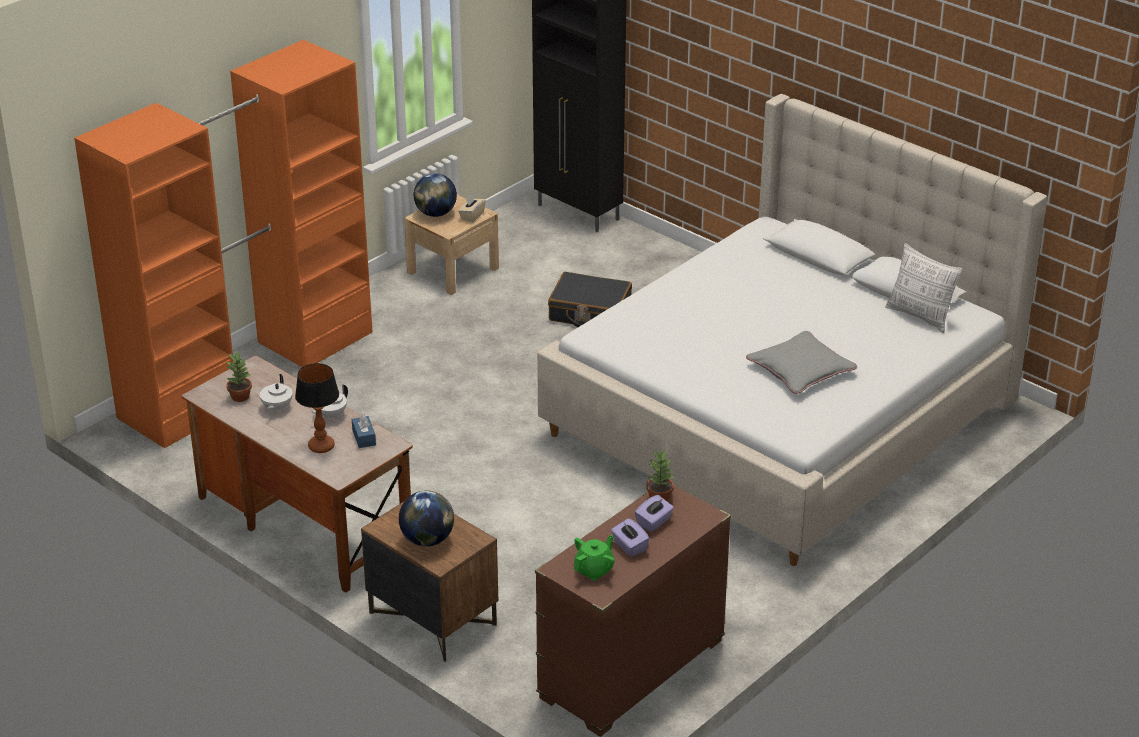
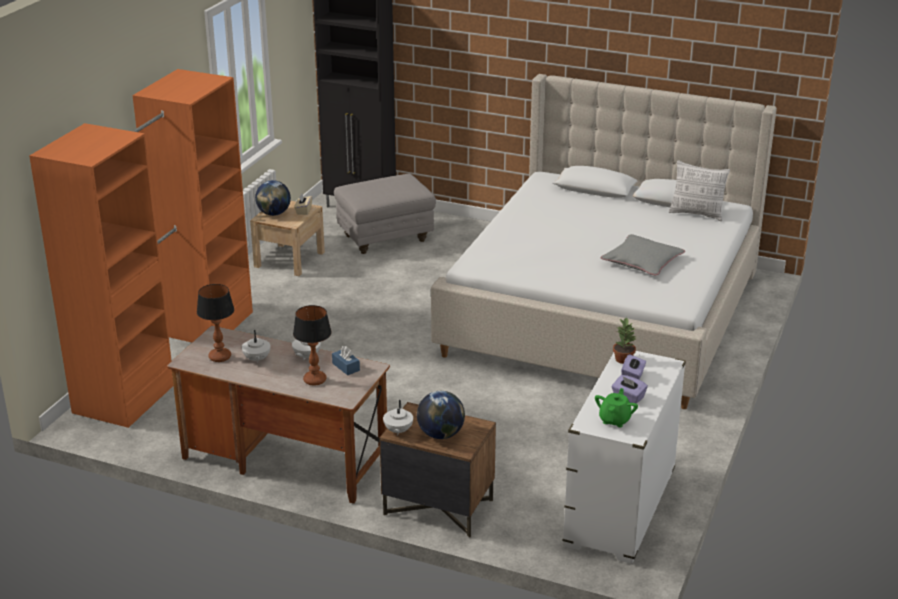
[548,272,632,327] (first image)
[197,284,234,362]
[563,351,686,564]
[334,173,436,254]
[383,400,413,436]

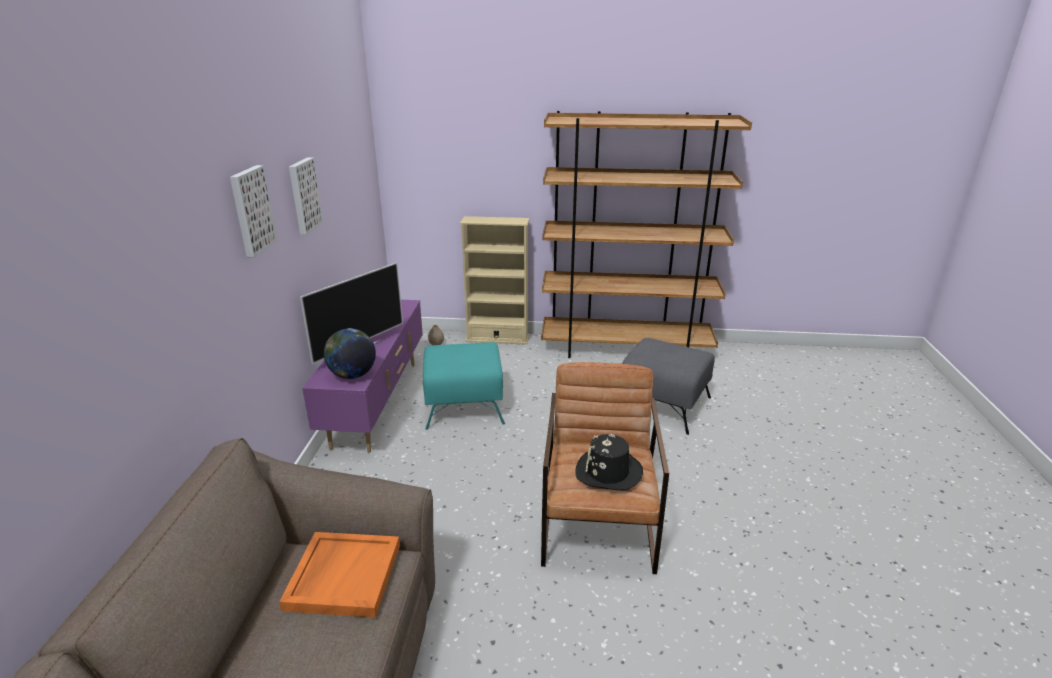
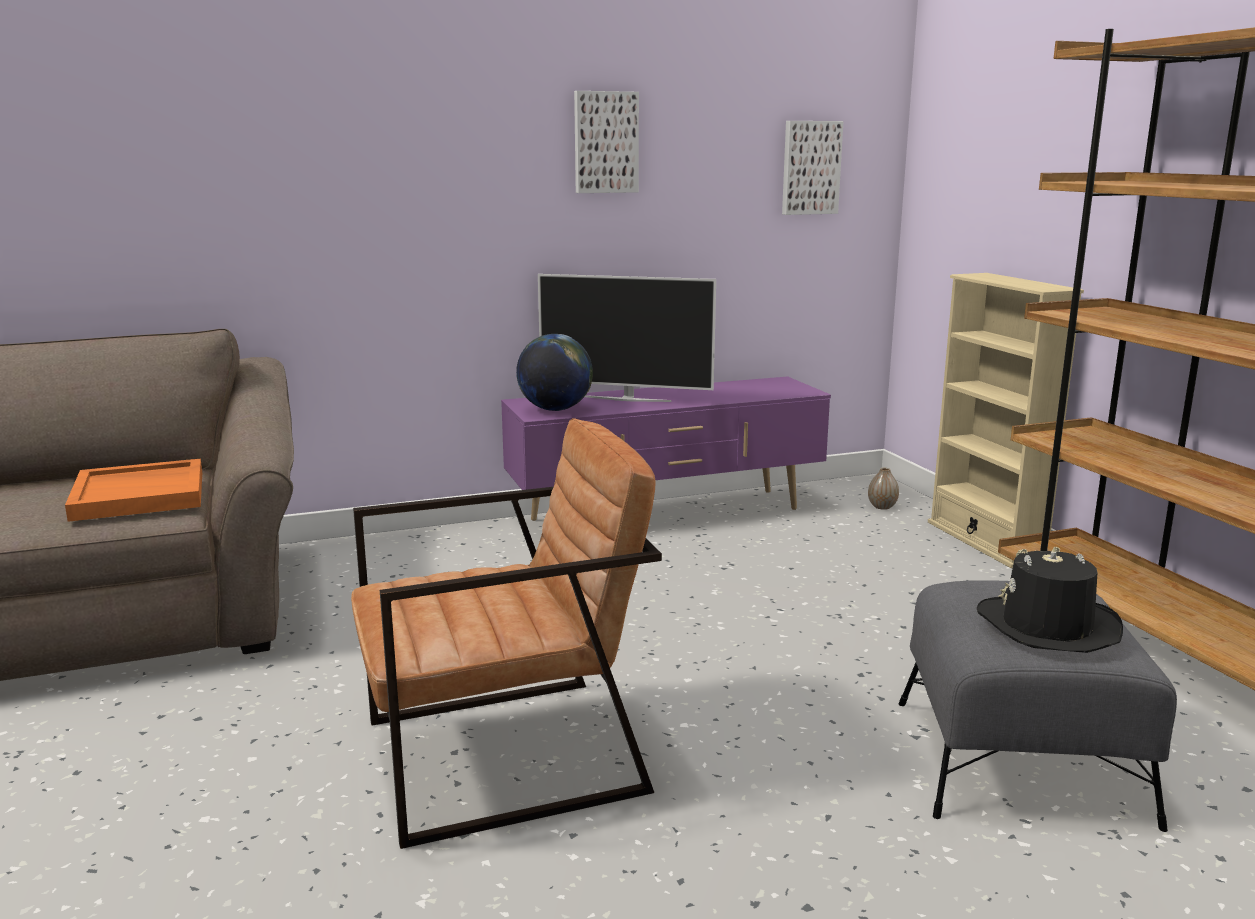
[782,121,844,215]
[423,342,505,430] (first image)
[977,546,1123,653]

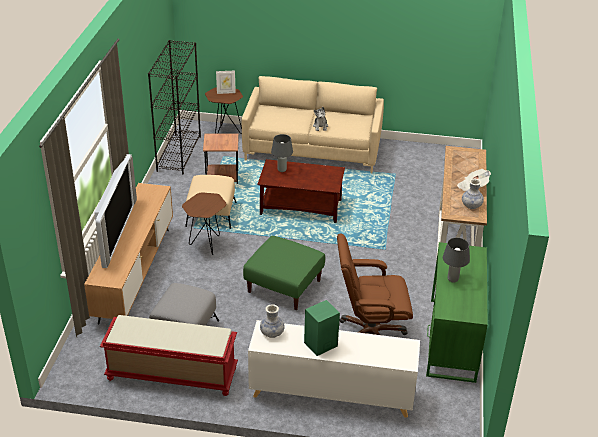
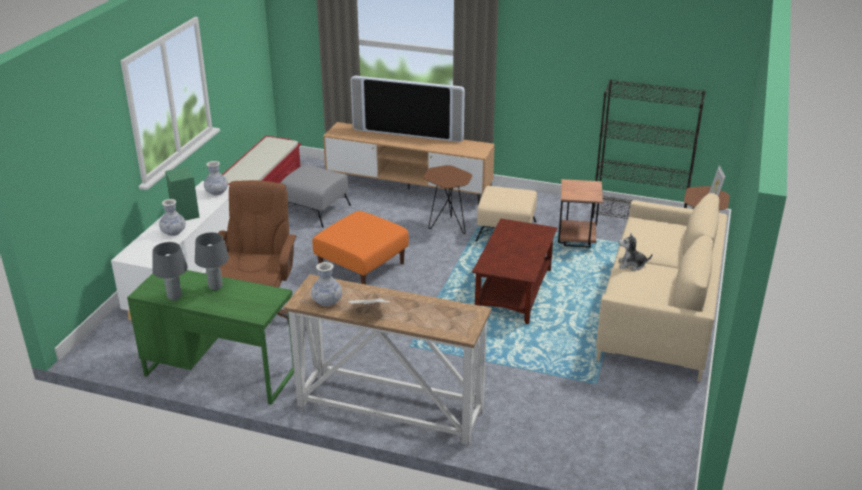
[152,242,187,301]
[312,211,409,284]
[159,199,186,236]

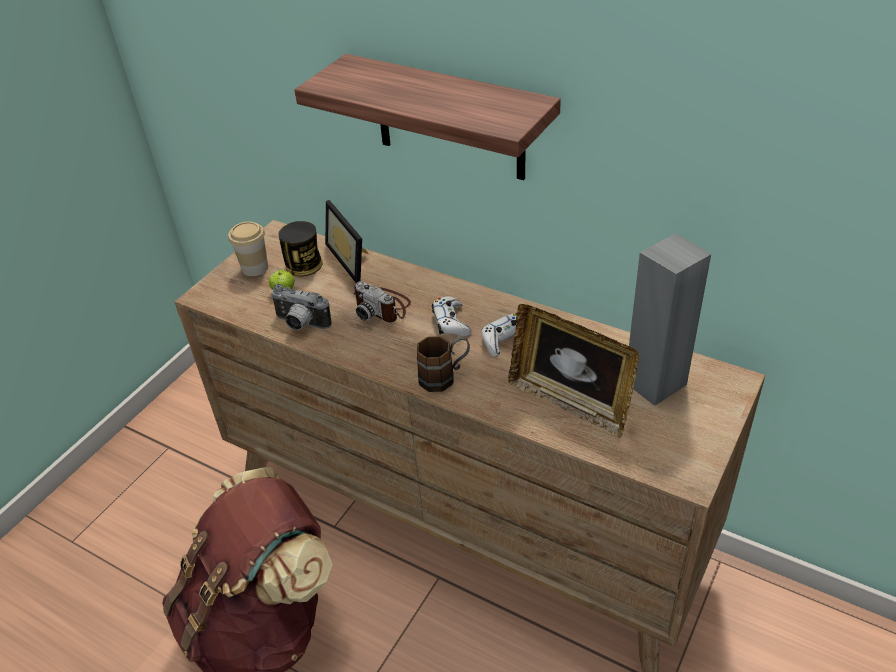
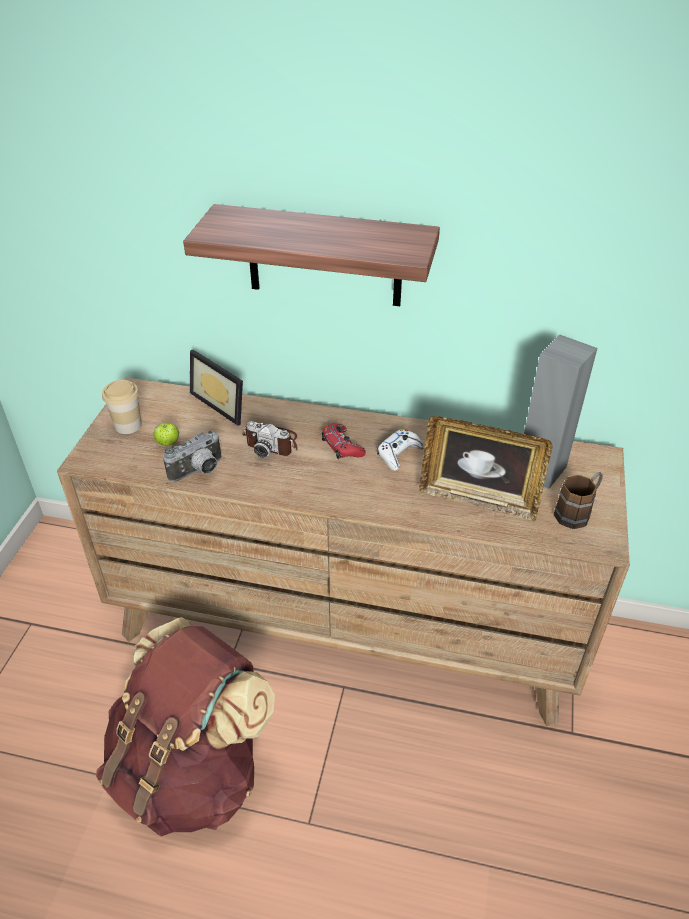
[279,221,323,276] (first image)
[163,431,222,482]
[322,423,366,459]
[554,472,603,529]

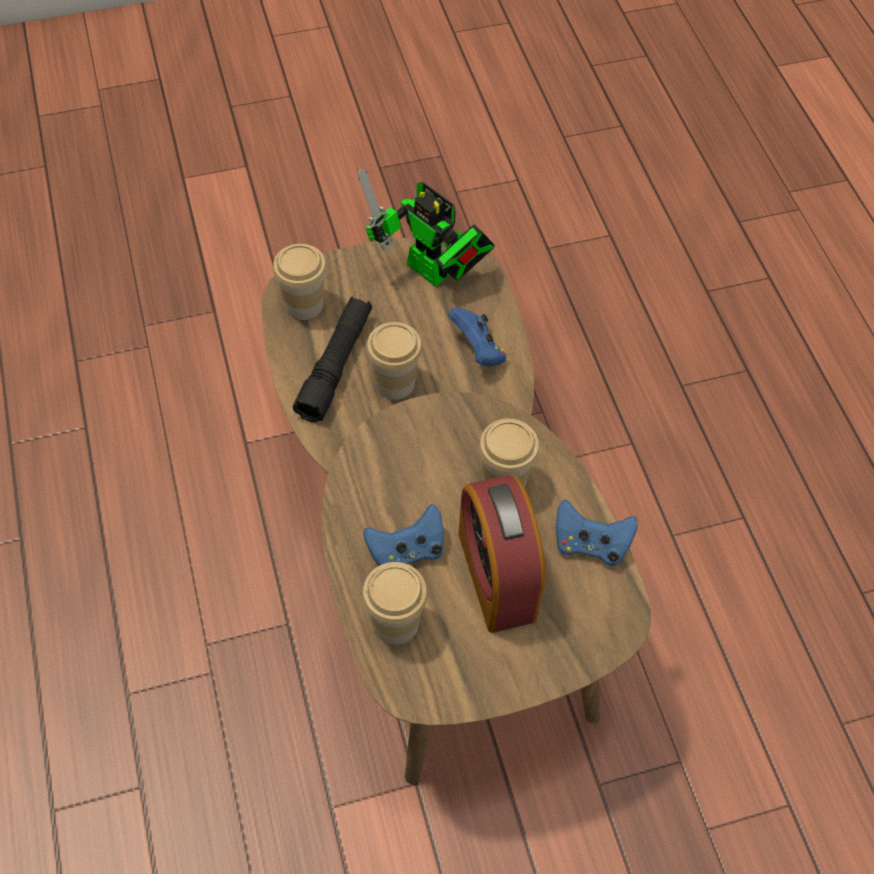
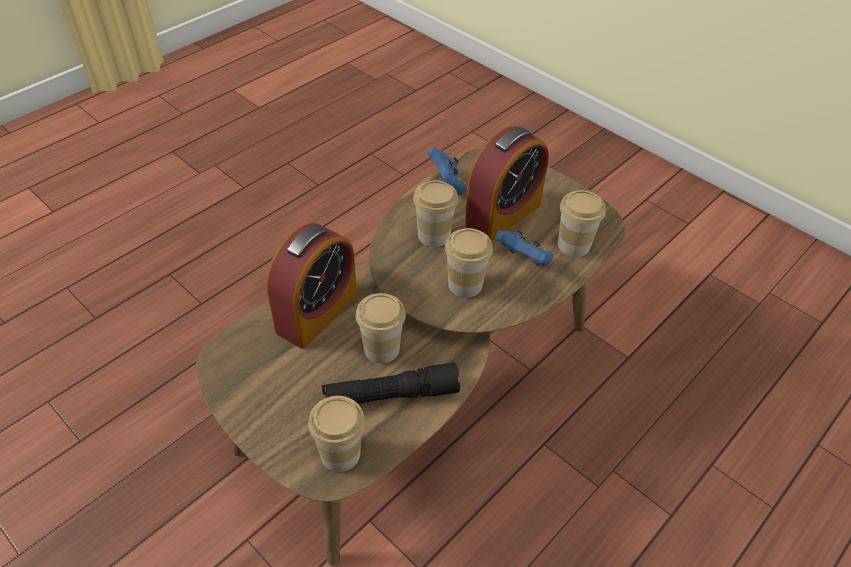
[358,168,495,287] (first image)
[266,223,357,349]
[445,228,493,298]

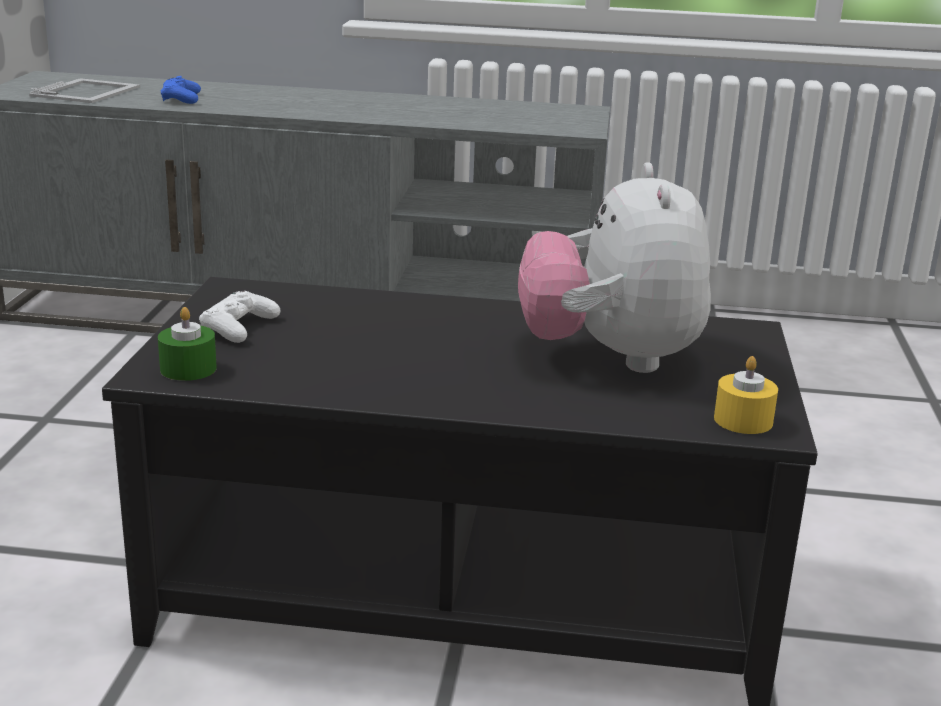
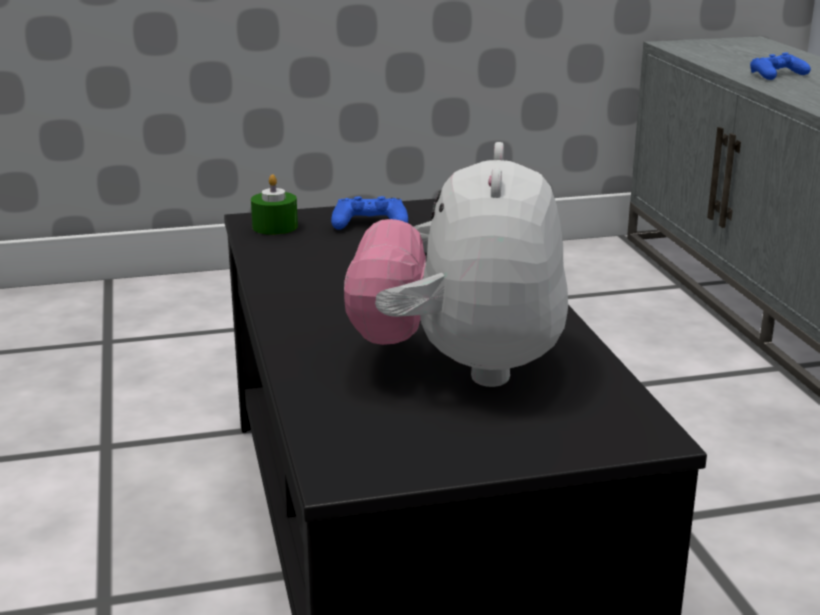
[29,78,140,103] (first image)
[344,142,568,387]
[331,196,408,230]
[714,356,778,434] (first image)

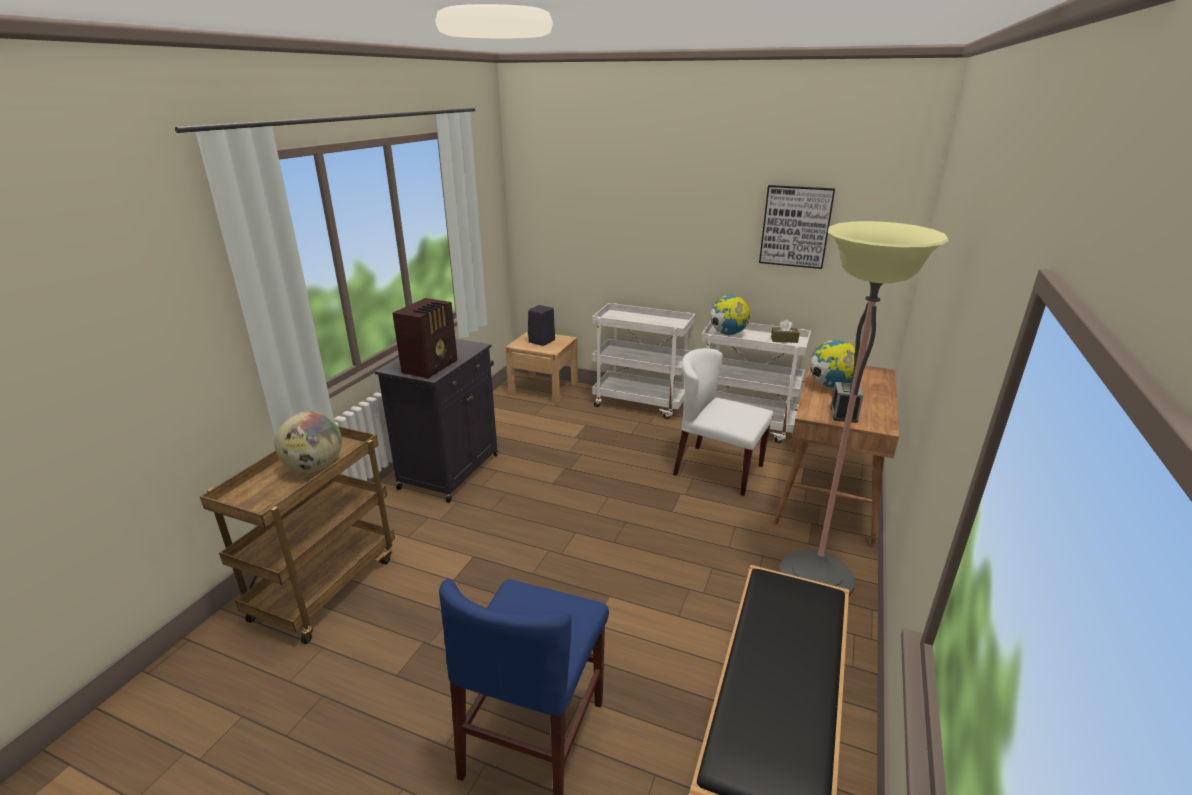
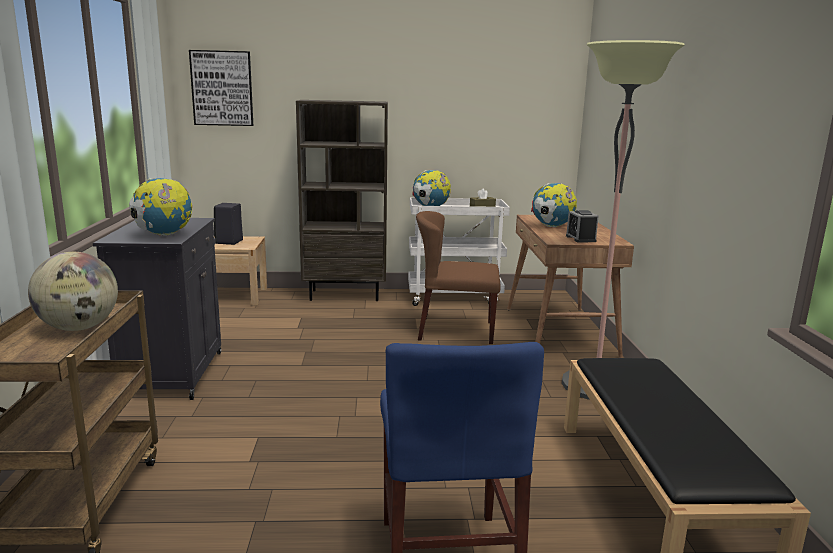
[189,50,253,126]
[129,178,192,236]
[296,100,388,301]
[416,211,501,344]

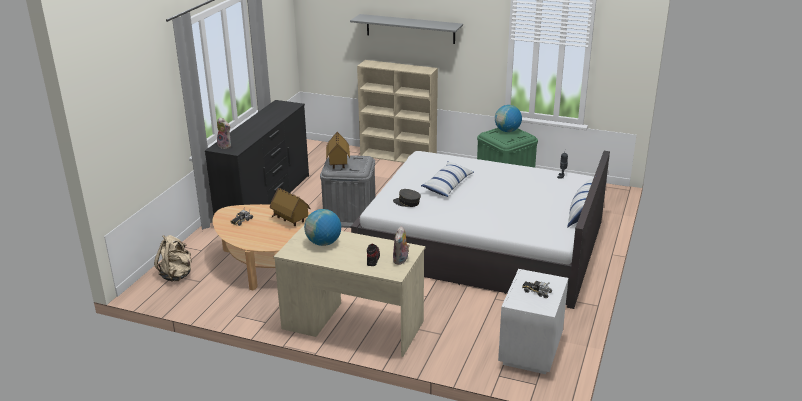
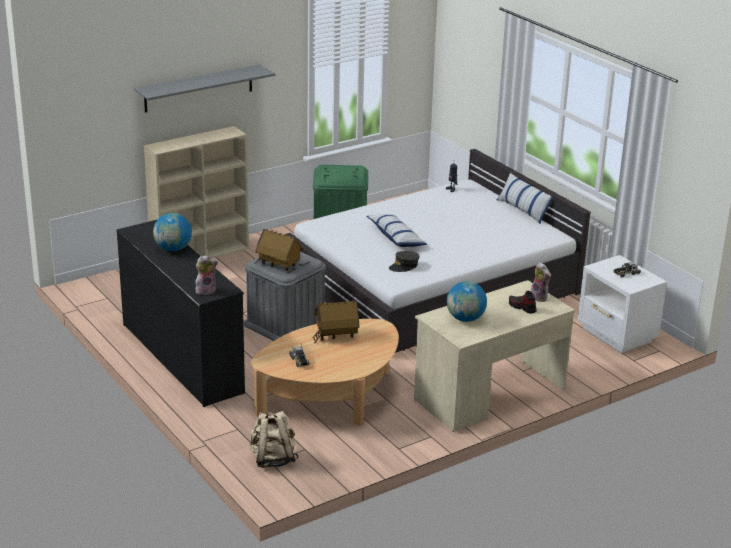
[153,213,192,251]

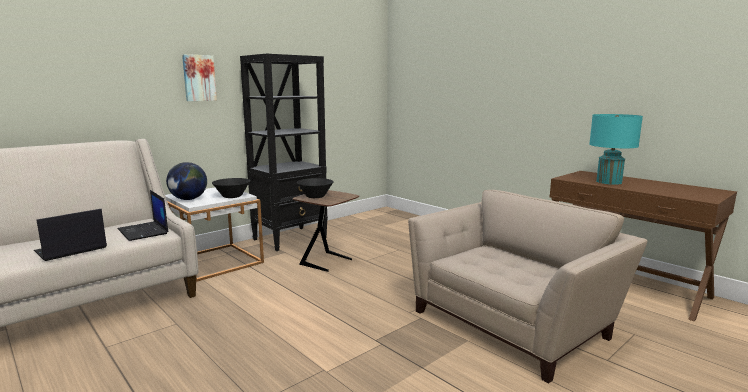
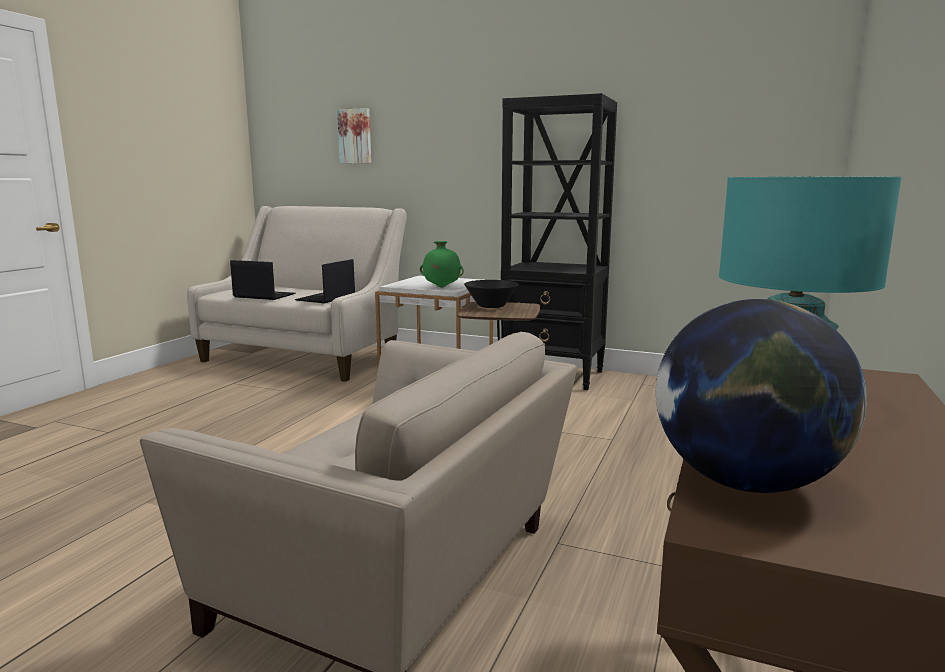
[337,108,371,163]
[656,299,867,493]
[420,241,464,288]

